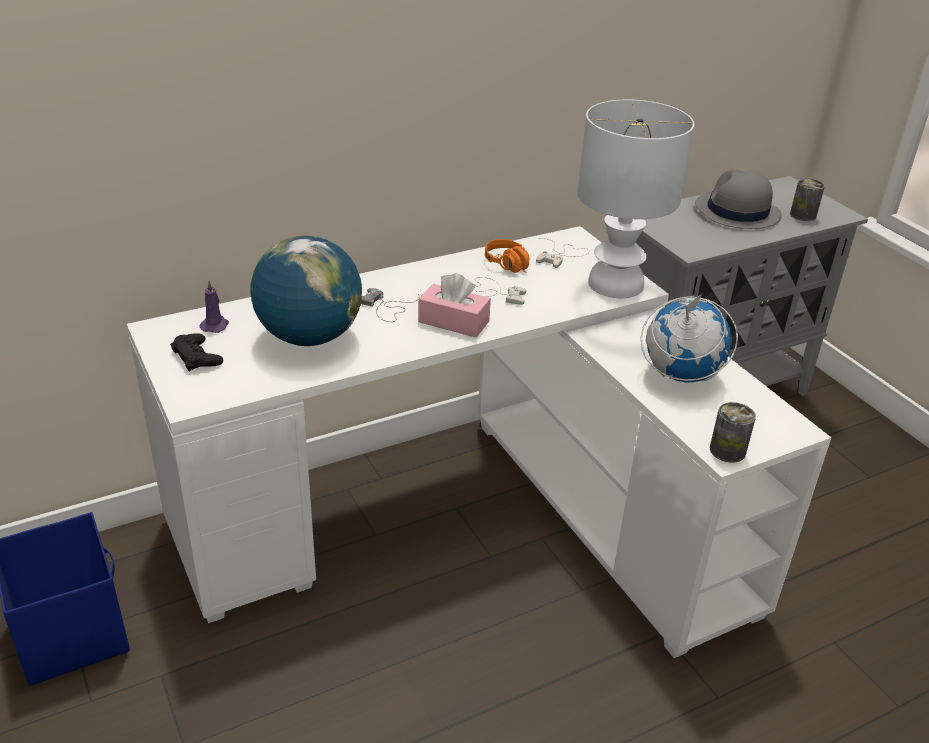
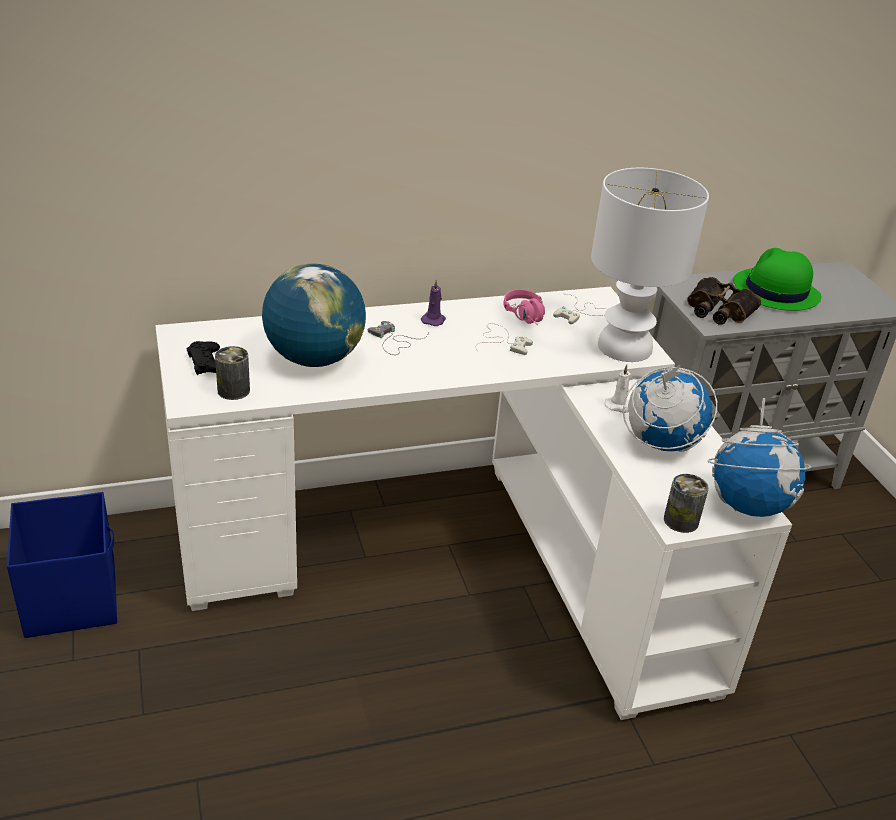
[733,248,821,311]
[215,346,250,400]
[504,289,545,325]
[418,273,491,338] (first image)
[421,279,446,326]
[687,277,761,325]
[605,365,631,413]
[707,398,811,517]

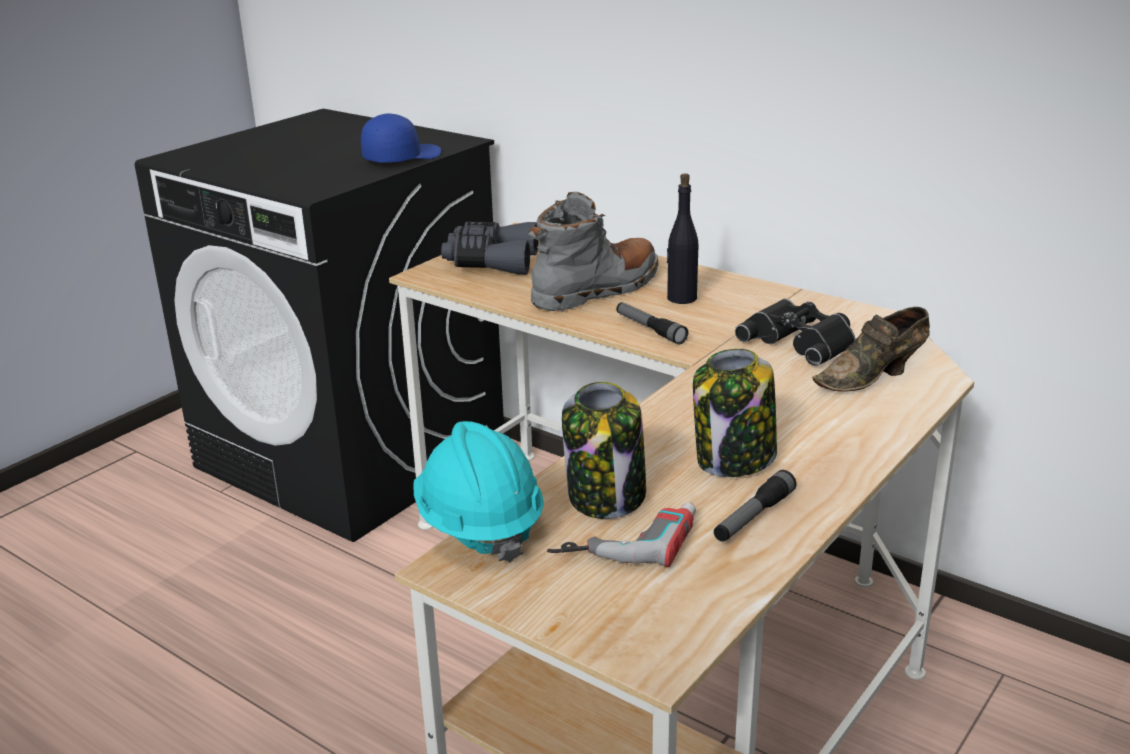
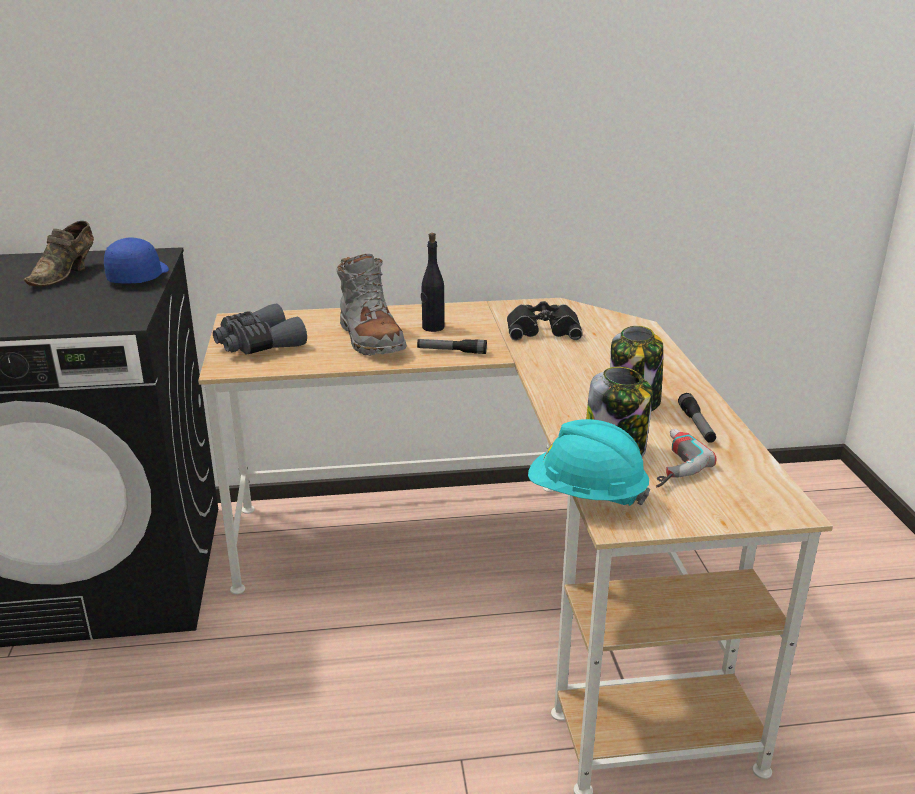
[336,254,407,356]
[24,221,94,286]

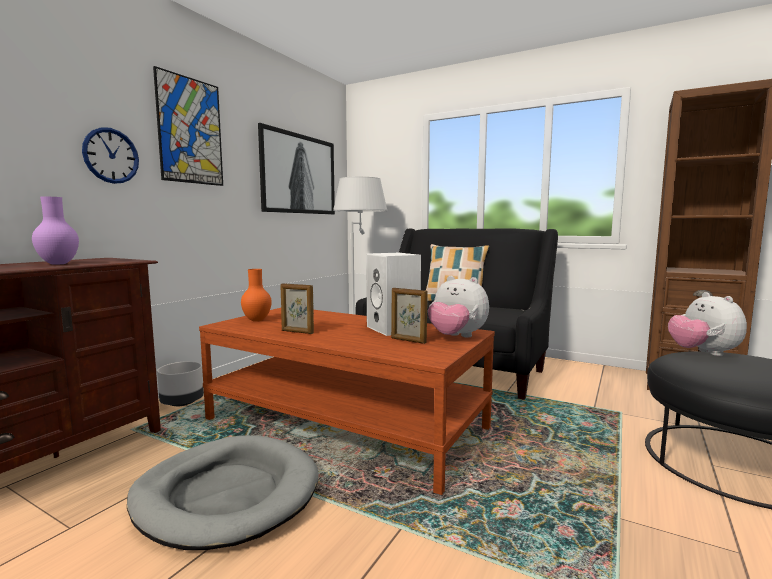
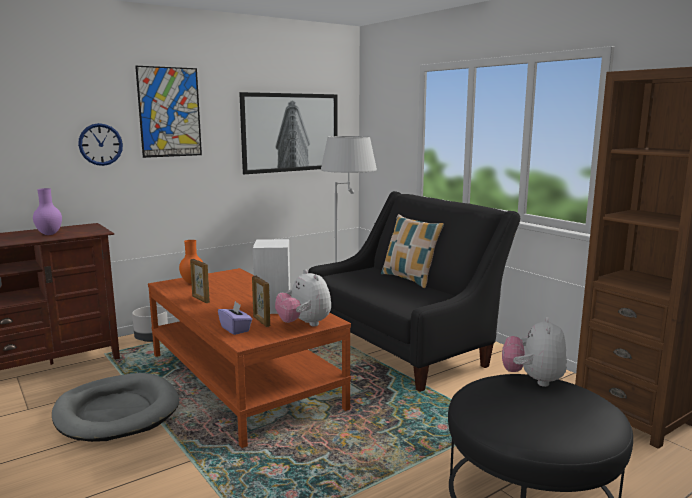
[218,301,252,335]

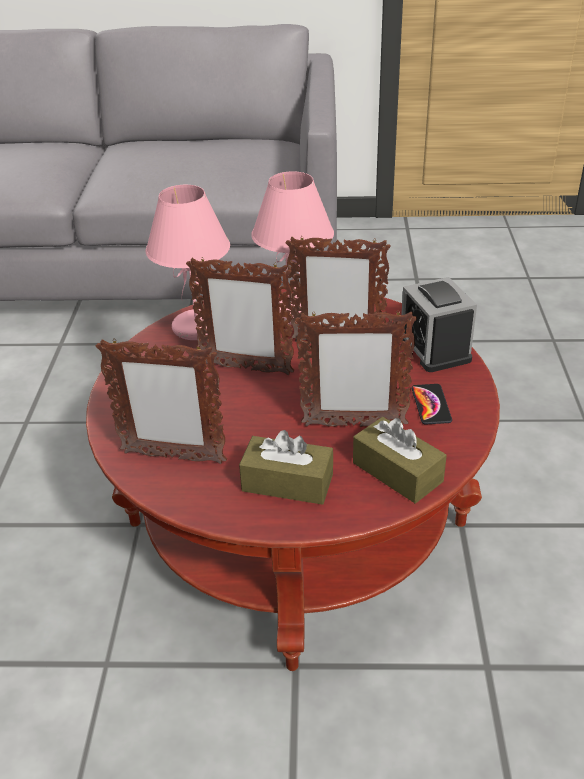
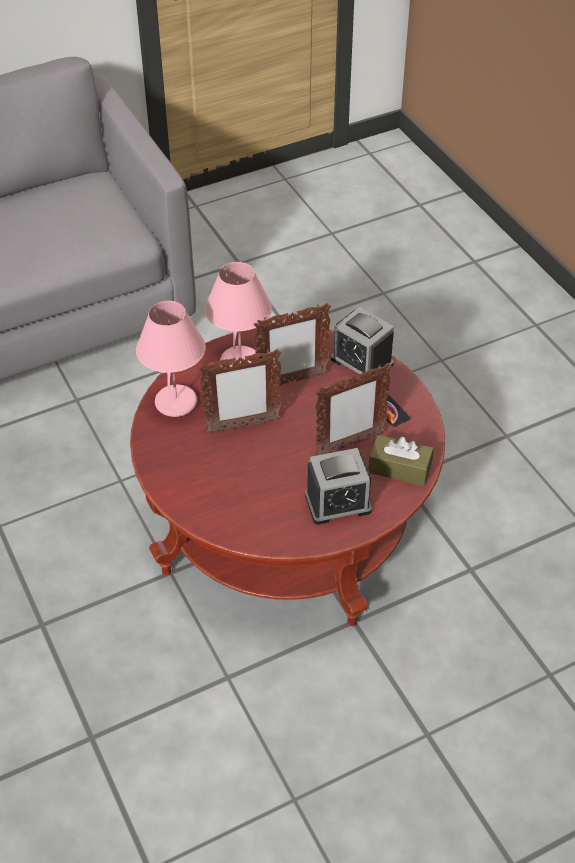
[96,339,227,464] (first image)
[305,448,372,525]

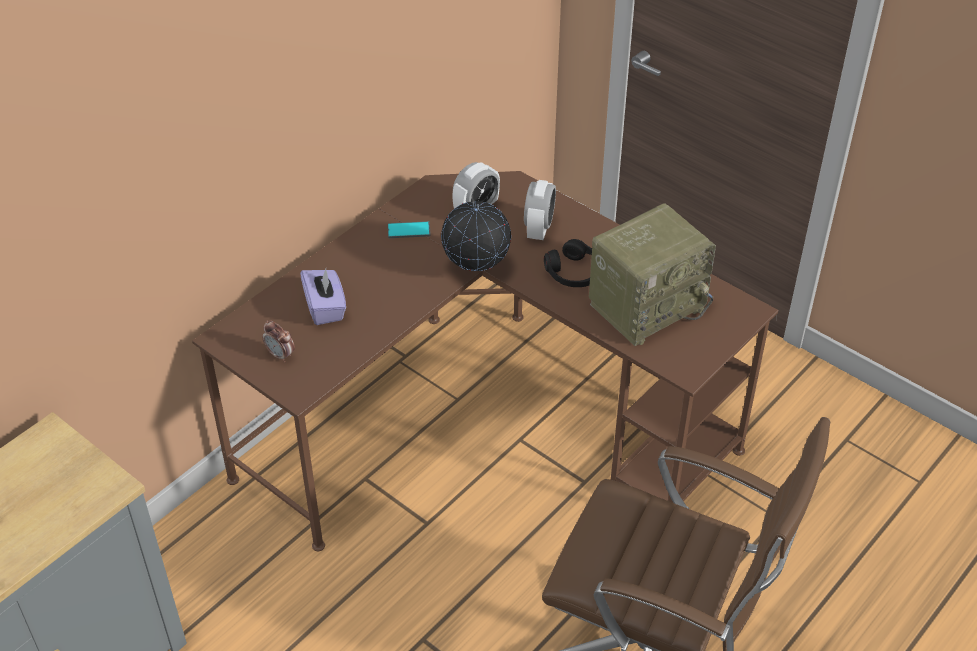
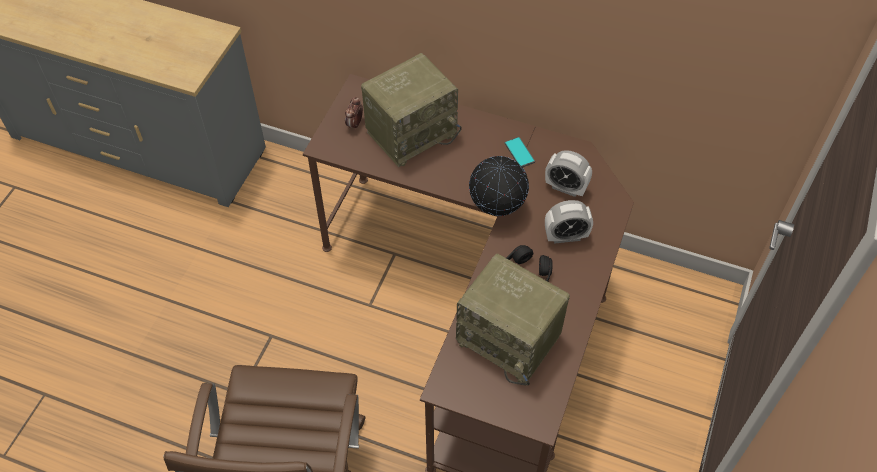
[361,53,462,167]

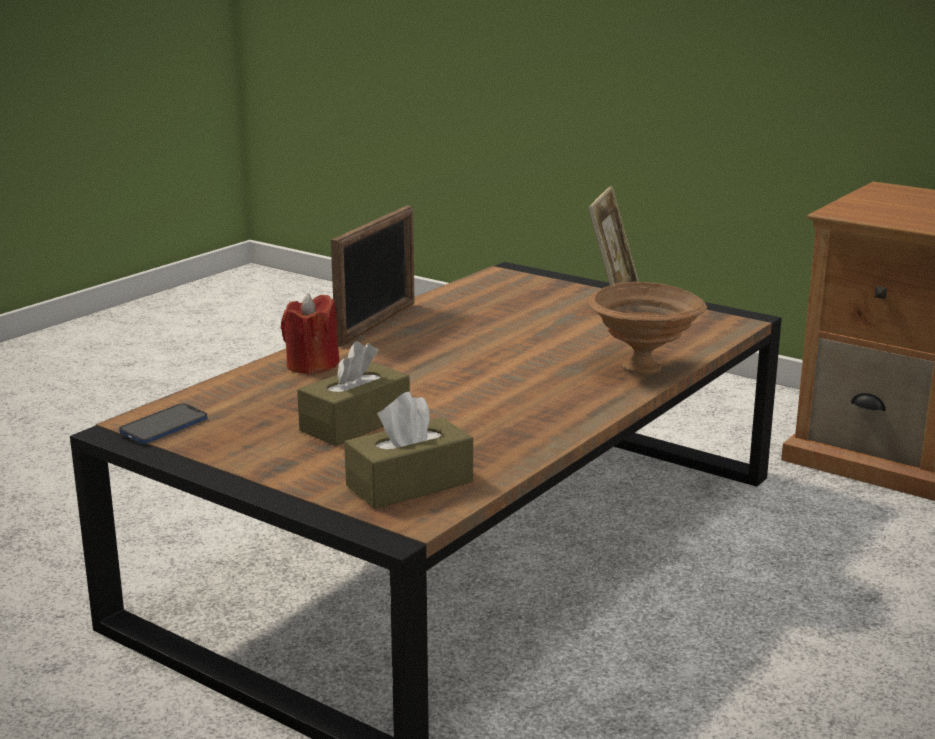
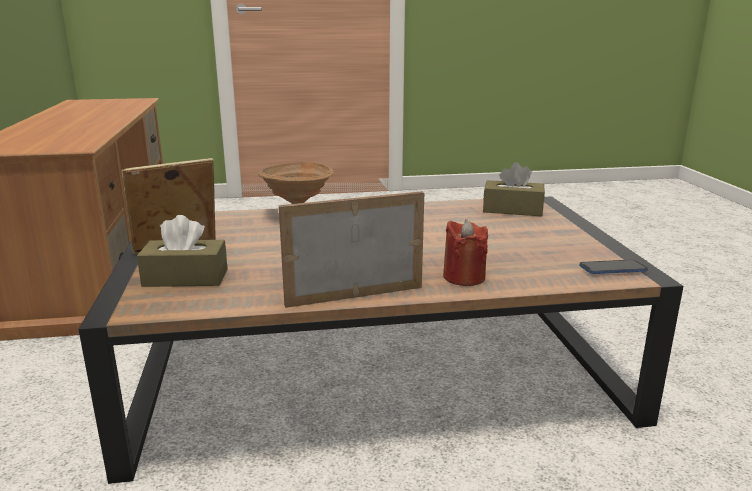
[137,215,228,287]

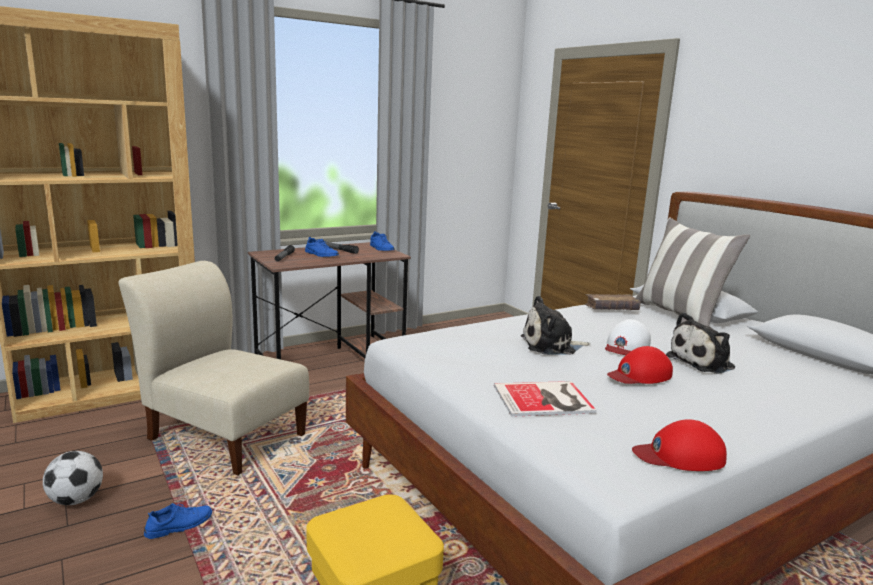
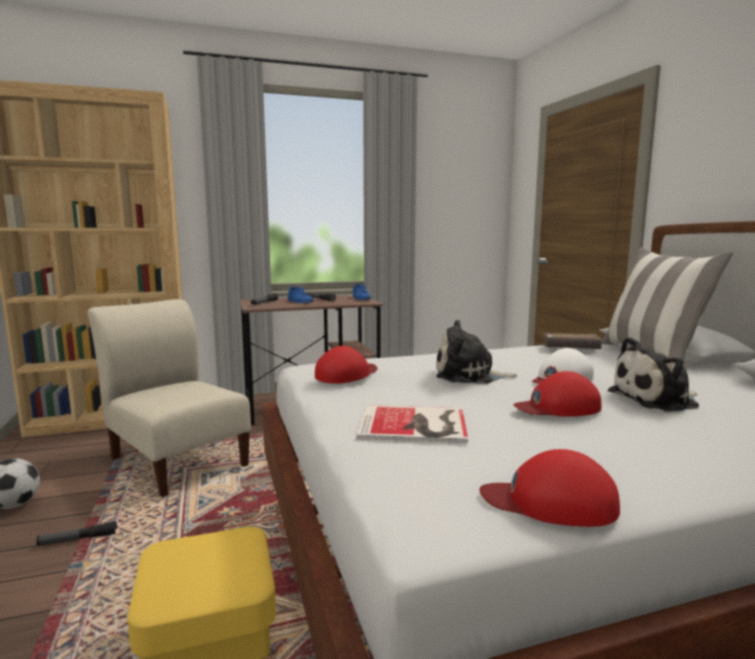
[36,521,117,545]
[315,346,377,384]

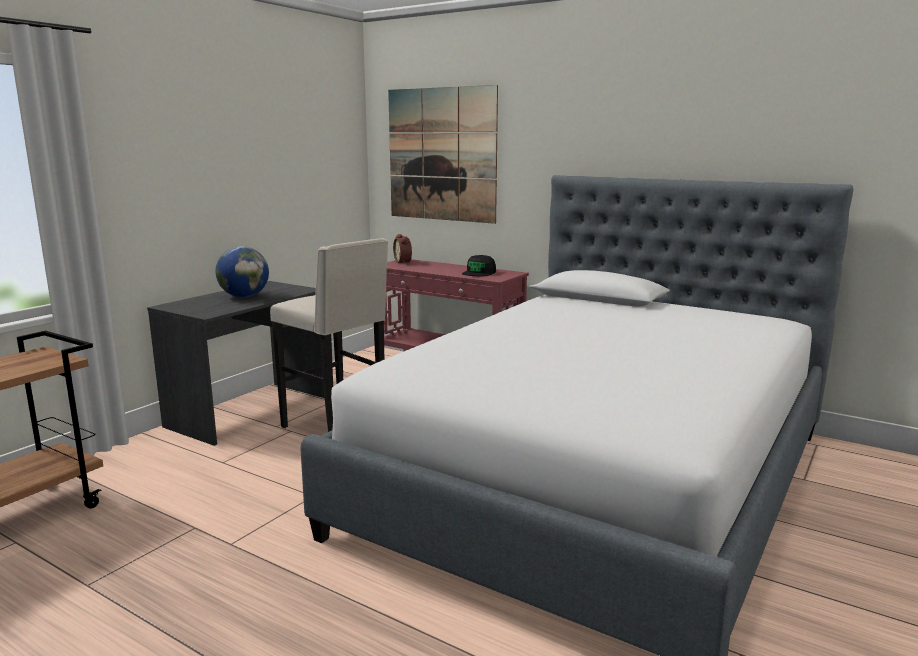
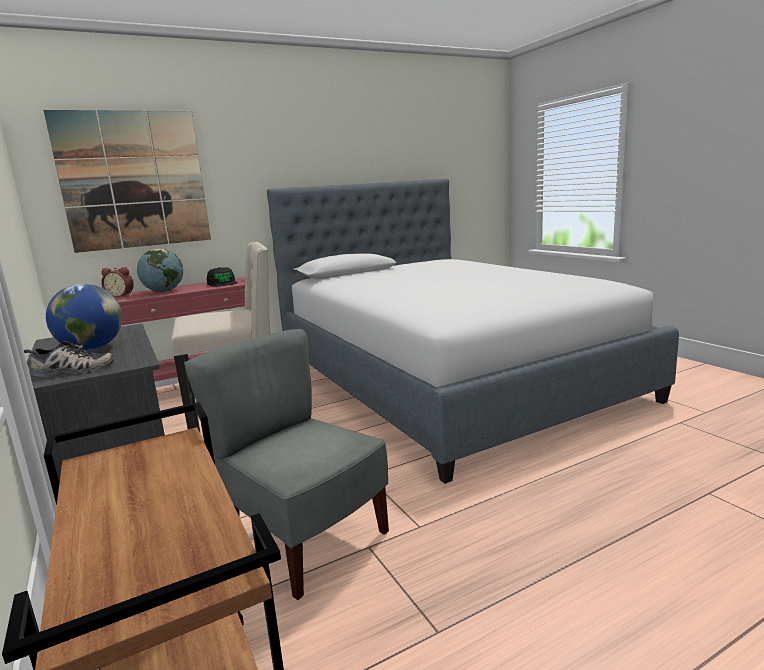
[137,249,183,292]
[184,329,389,600]
[24,341,114,378]

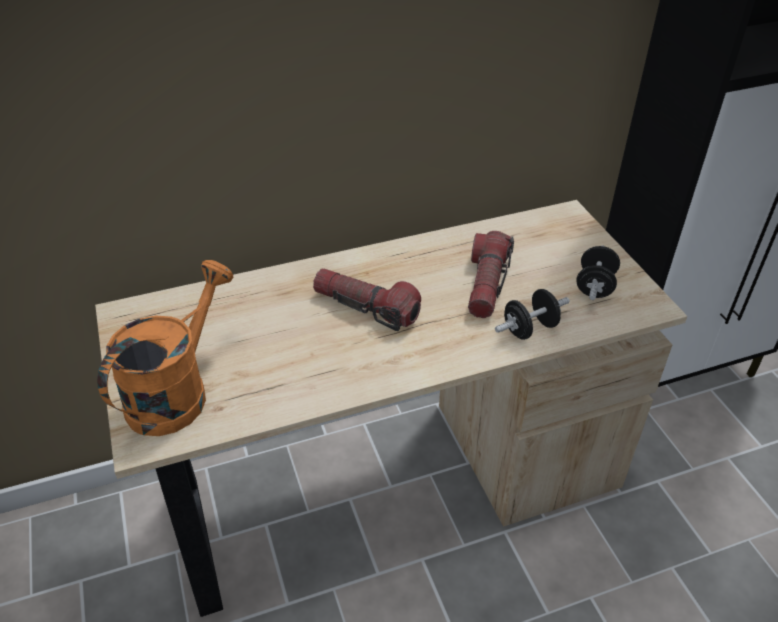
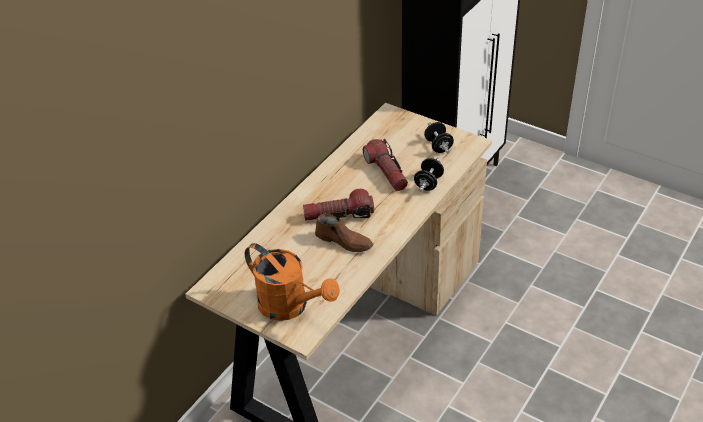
[245,243,340,321]
[315,213,373,252]

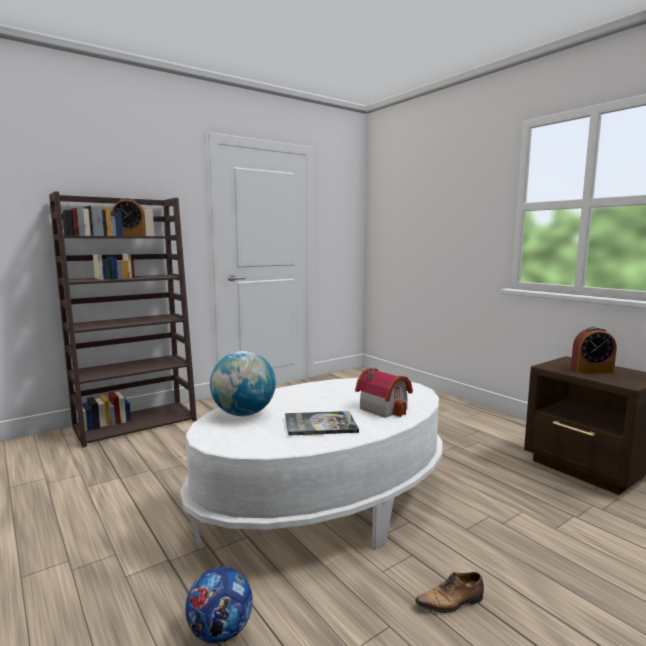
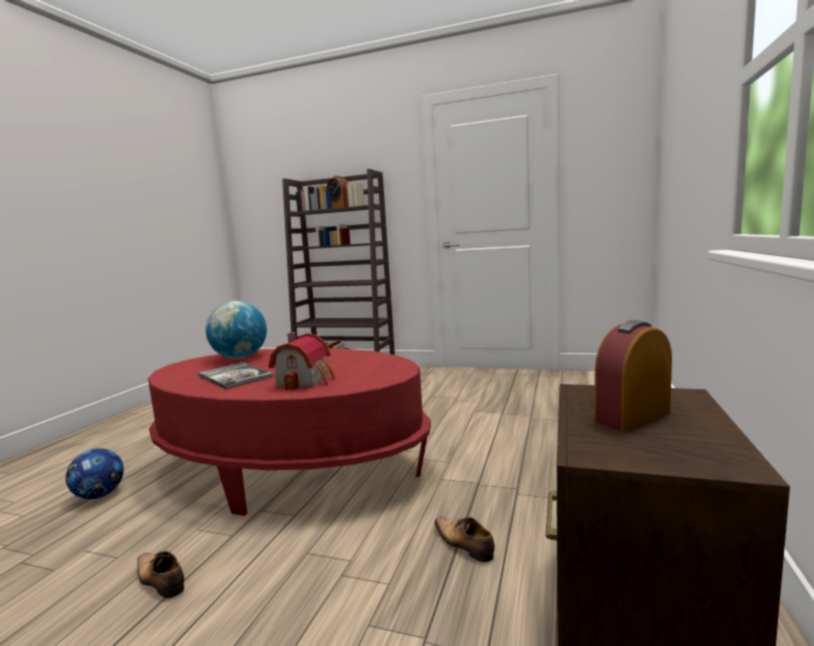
[594,320,672,431]
[148,348,431,516]
[434,516,495,562]

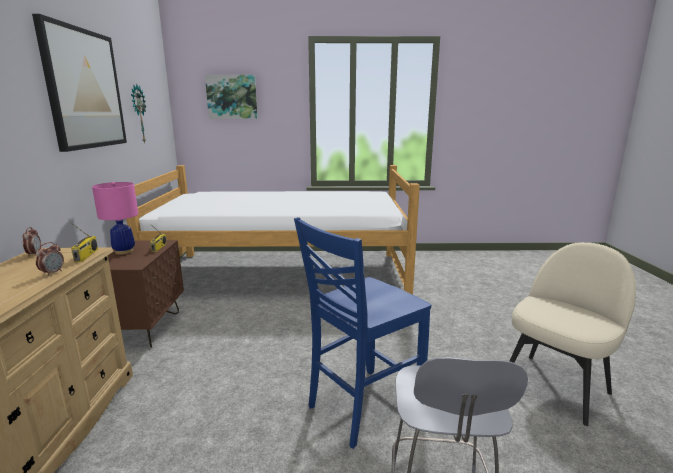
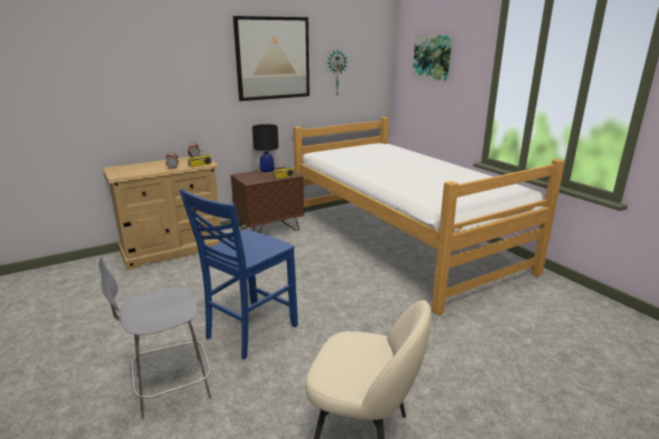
[252,124,279,175]
[179,189,298,360]

